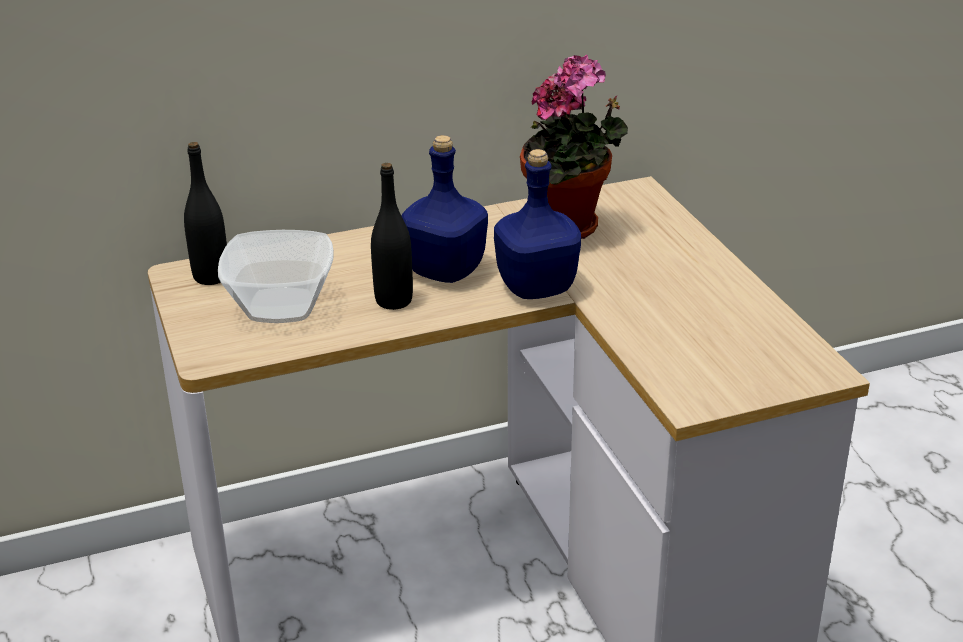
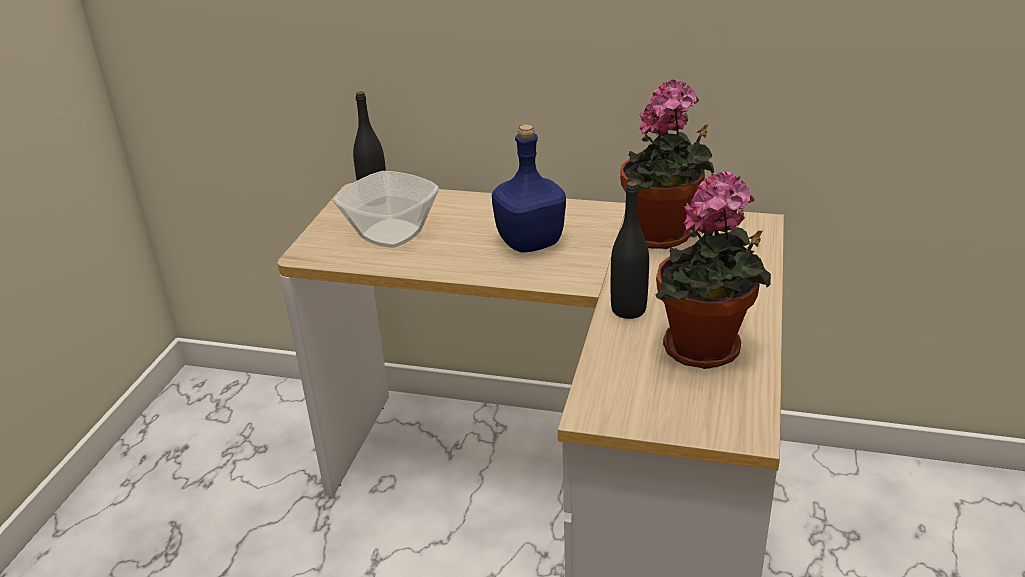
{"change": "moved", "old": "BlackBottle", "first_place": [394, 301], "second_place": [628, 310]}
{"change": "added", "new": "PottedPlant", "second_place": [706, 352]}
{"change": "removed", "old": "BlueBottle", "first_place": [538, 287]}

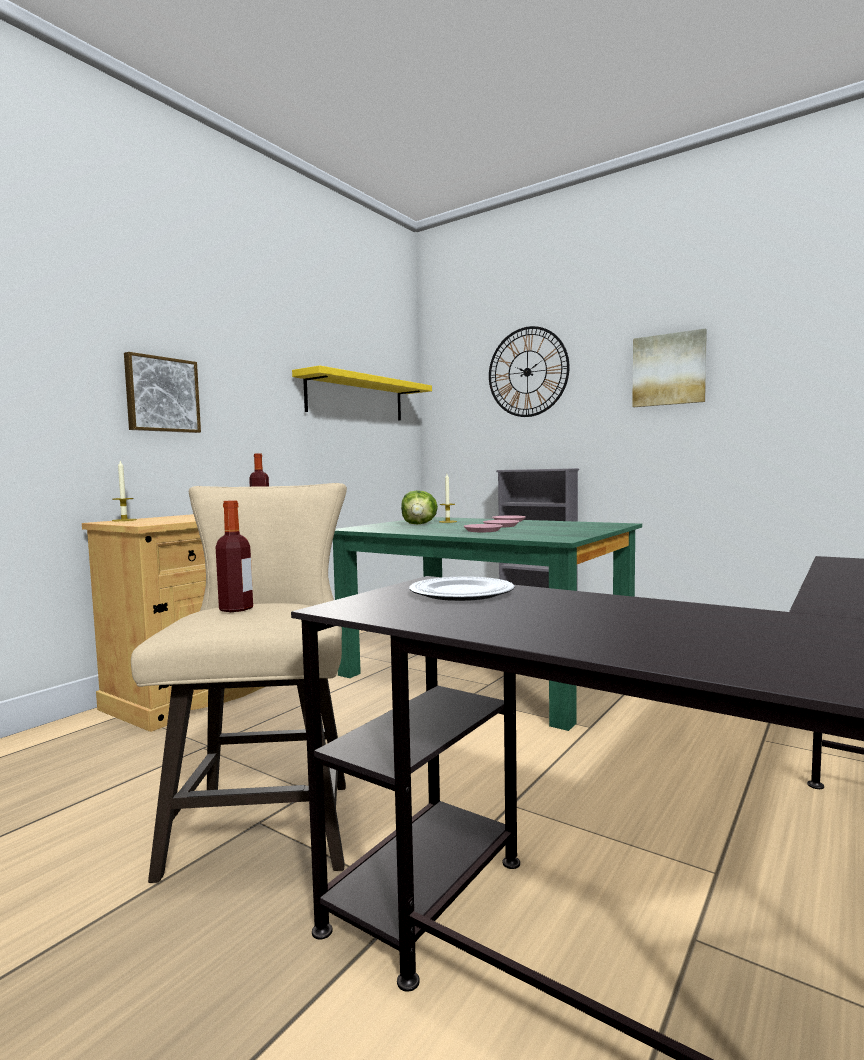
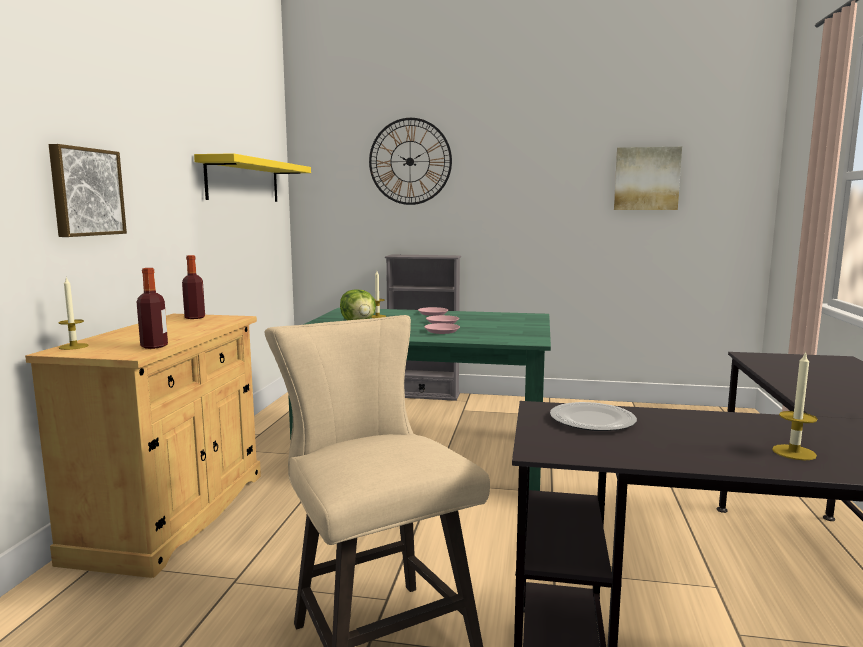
{"change": "moved", "old": "Bottle", "first_place": [236, 609], "second_place": [154, 346]}
{"change": "moved", "old": "Picture", "first_place": [669, 370], "second_place": [646, 179]}
{"change": "added", "new": "Candle", "second_place": [794, 452]}

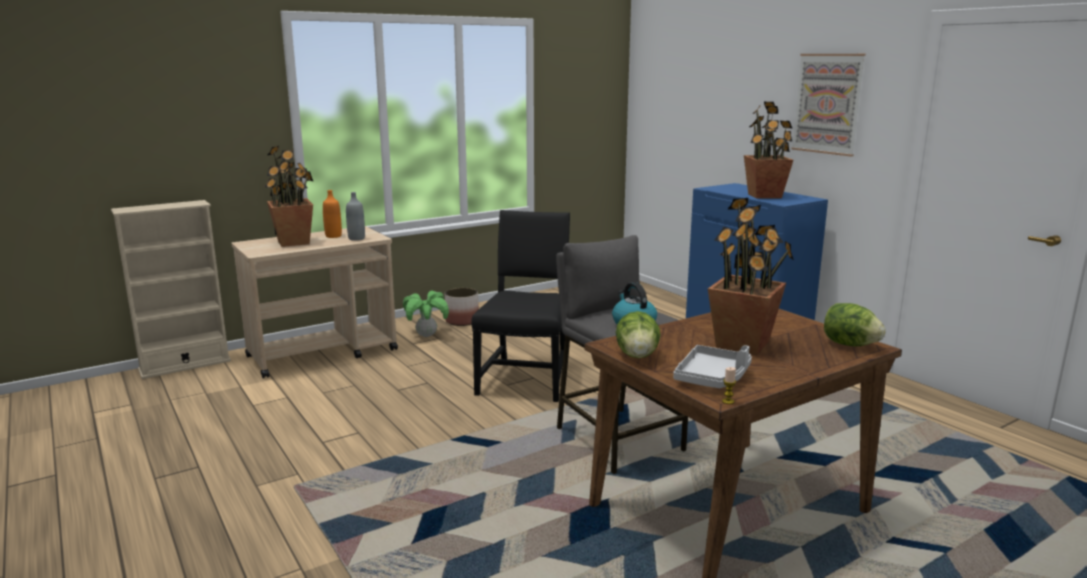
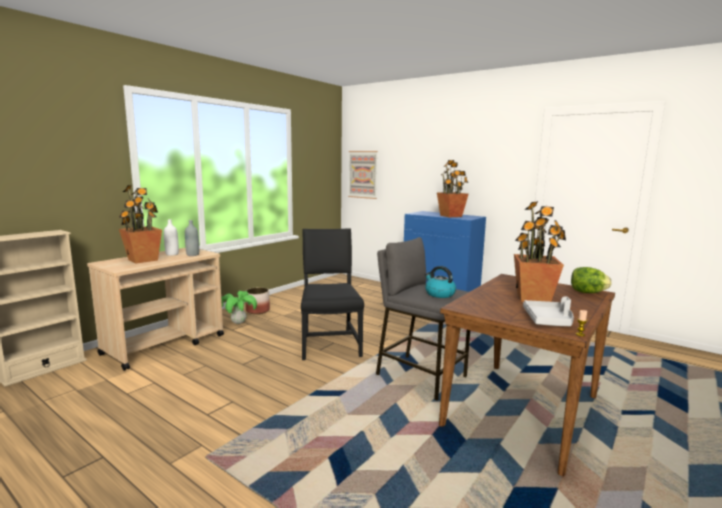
{"change": "recoloured", "old": "OrangeBottle", "new": "WhiteBottle", "first_place": [333, 236], "second_place": [172, 254]}
{"change": "moved", "old": "Picture", "first_place": [827, 104], "second_place": [363, 174]}
{"change": "removed", "old": "Lettuce", "first_place": [637, 356]}

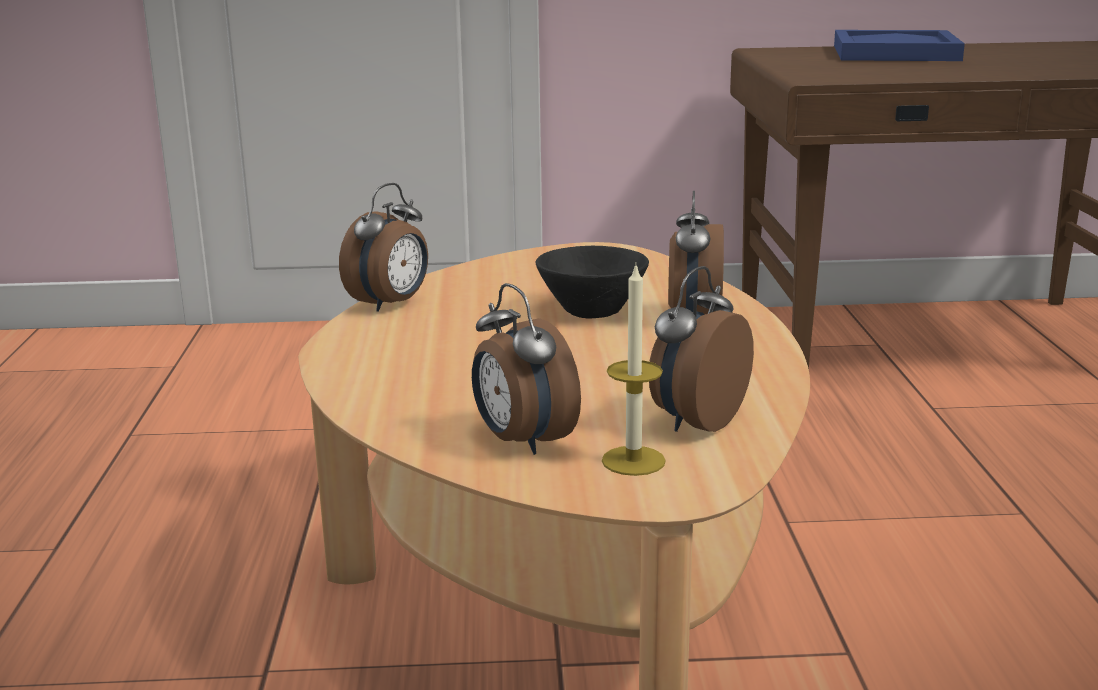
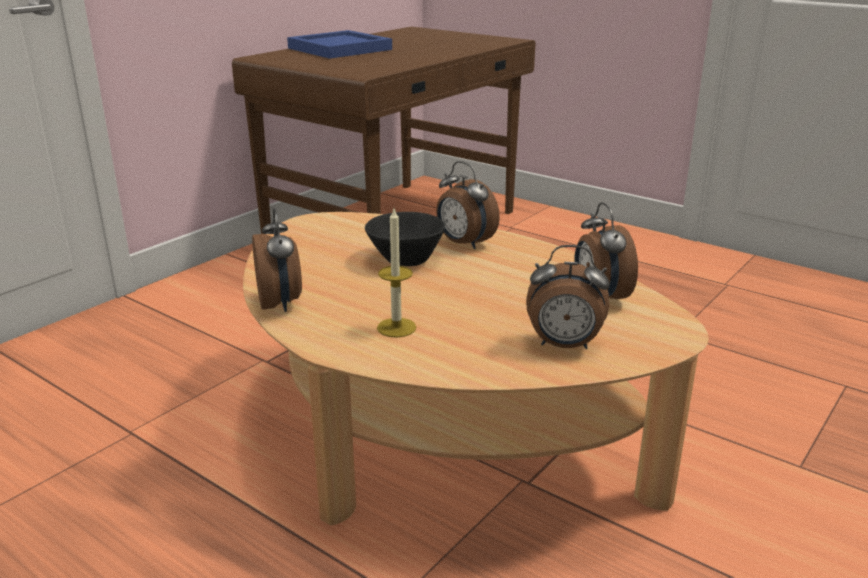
{"change": "moved", "old": "Candle", "first_place": [633, 461], "second_place": [396, 327]}

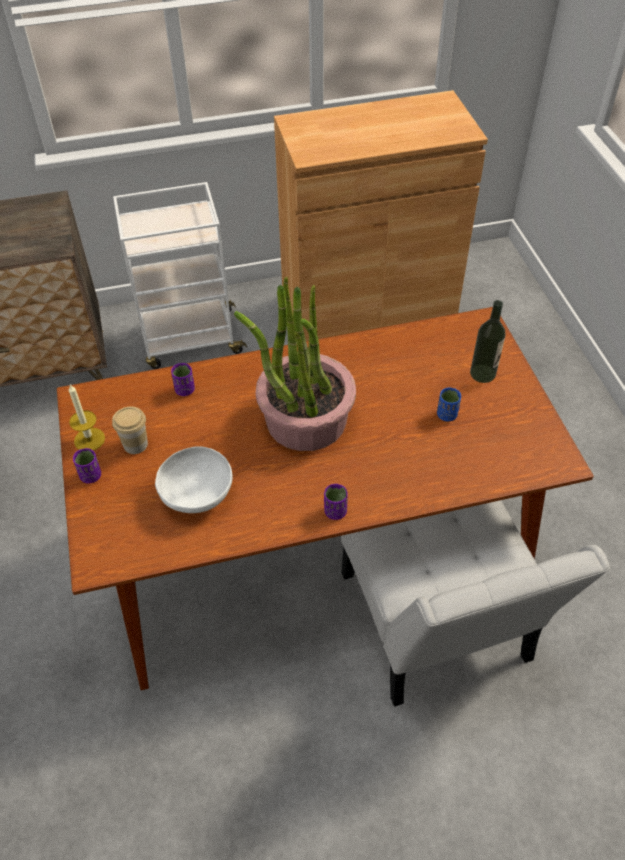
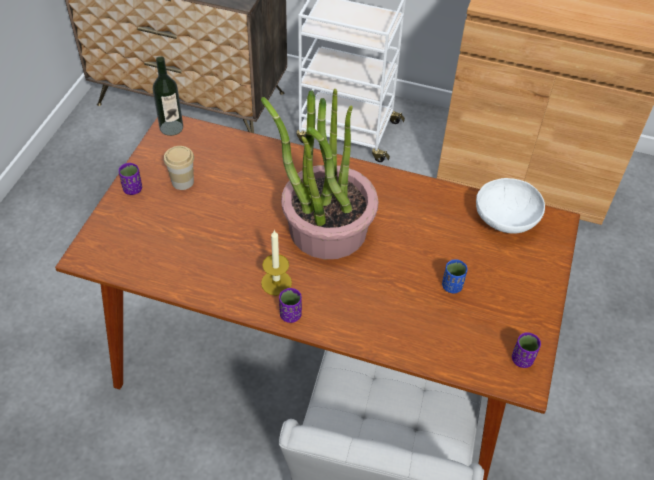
{"change": "moved", "old": "Bottle", "first_place": [482, 373], "second_place": [171, 127]}
{"change": "moved", "old": "Candle", "first_place": [89, 439], "second_place": [276, 283]}
{"change": "moved", "old": "WhiteBowl", "first_place": [197, 495], "second_place": [505, 220]}
{"change": "moved", "old": "PurpleCup", "first_place": [185, 390], "second_place": [522, 359]}

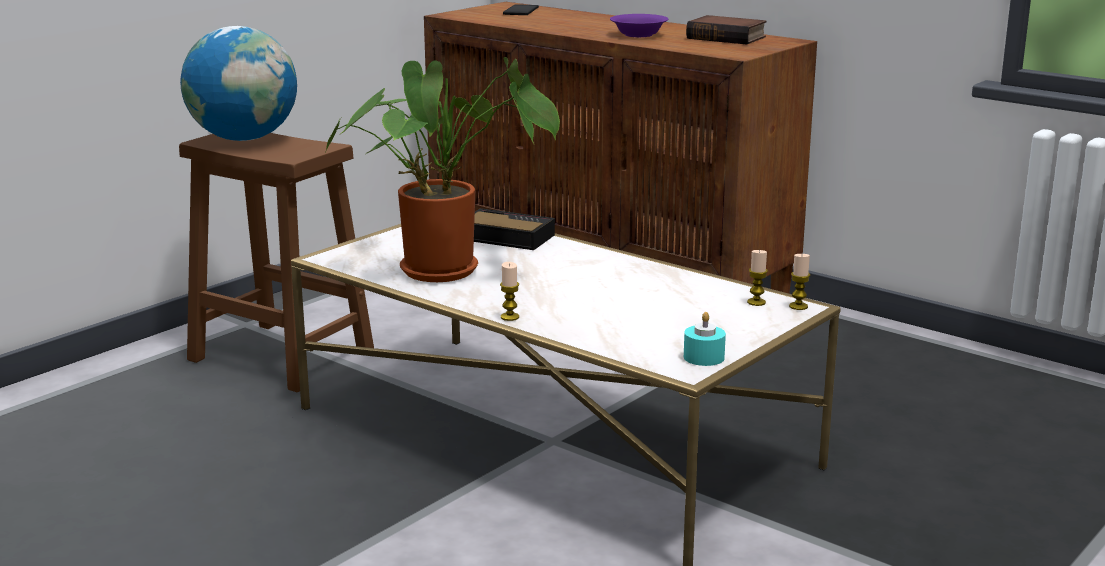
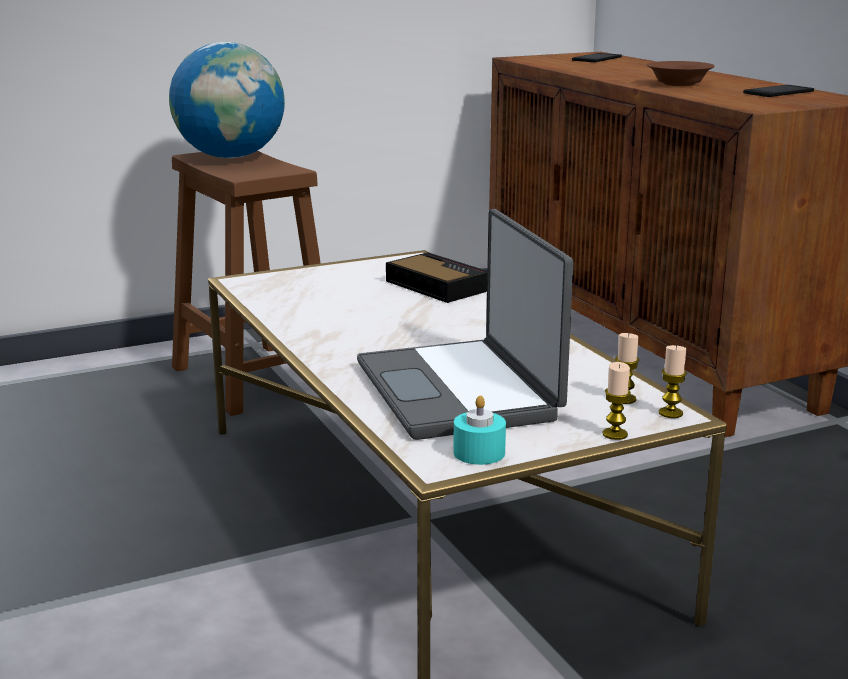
{"change": "added", "new": "Laptop", "second_place": [460, 391]}
{"change": "moved", "old": "Candle", "first_place": [510, 317], "second_place": [615, 434]}
{"change": "recoloured", "old": "PurpleBowl", "new": "BrownBowl", "first_place": [639, 35], "second_place": [679, 84]}
{"change": "replaced", "old": "Book", "new": "Phone", "first_place": [728, 37], "second_place": [778, 92]}
{"change": "removed", "old": "PottedPlant", "first_place": [448, 269]}

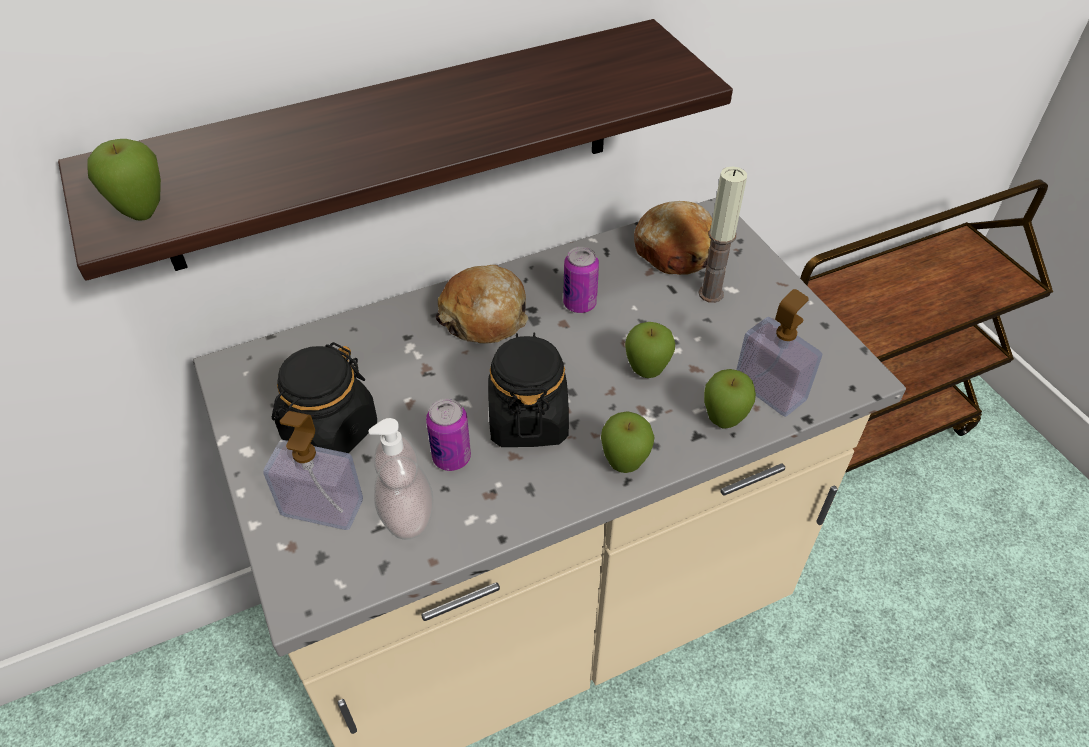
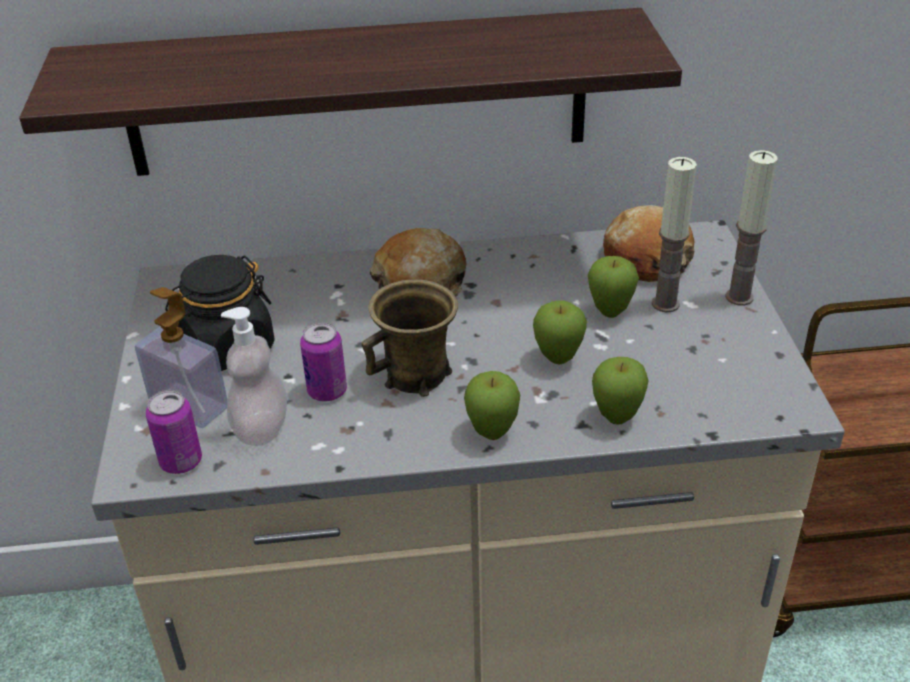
{"change": "moved", "old": "Can", "first_place": [579, 304], "second_place": [181, 462]}
{"change": "replaced", "old": "BlackJar", "new": "BrownMug", "first_place": [528, 419], "second_place": [417, 375]}
{"change": "moved", "old": "Apple", "first_place": [142, 214], "second_place": [610, 313]}
{"change": "added", "new": "Candle", "second_place": [739, 297]}
{"change": "removed", "old": "SoapDispenser", "first_place": [770, 390]}

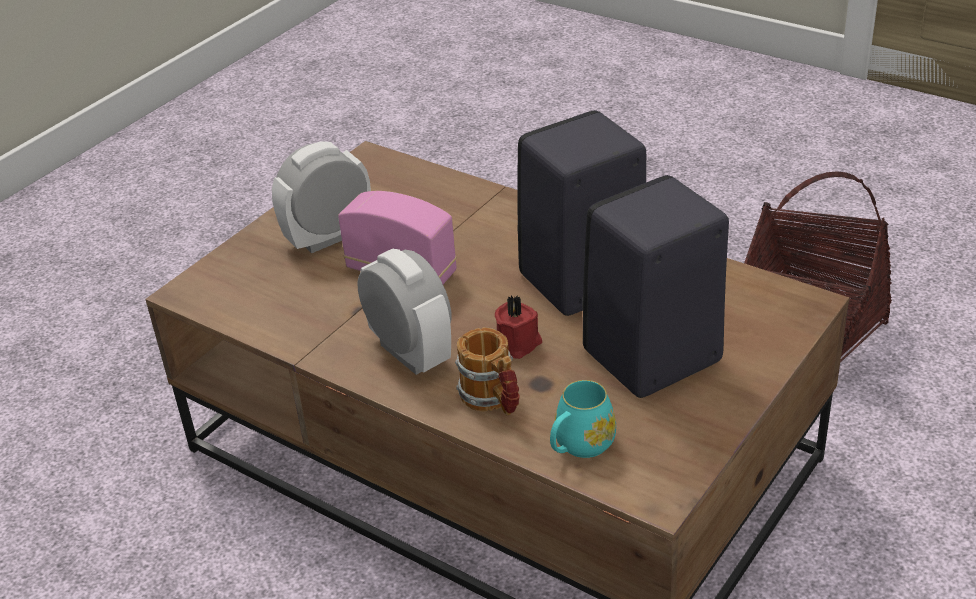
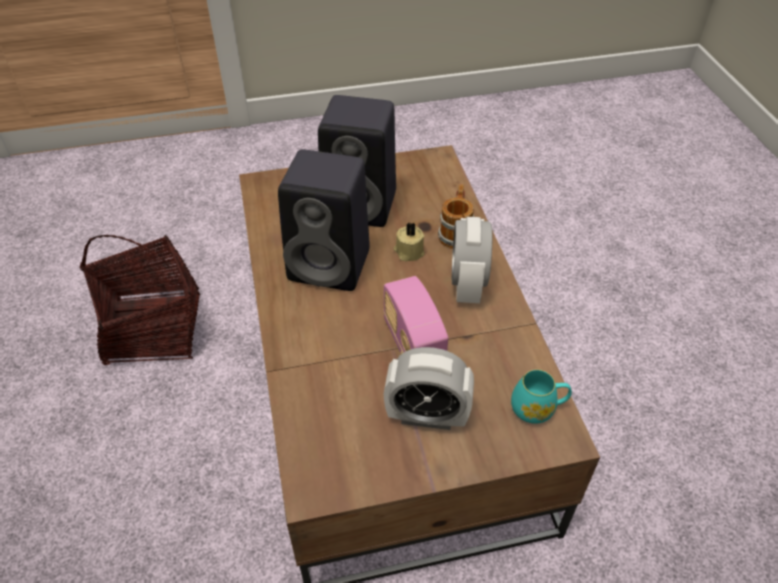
{"change": "recoloured", "old": "RedCandle", "new": "BeigeCandle", "first_place": [519, 344], "second_place": [408, 252]}
{"change": "moved", "old": "TurquoiseMug", "first_place": [579, 446], "second_place": [538, 408]}

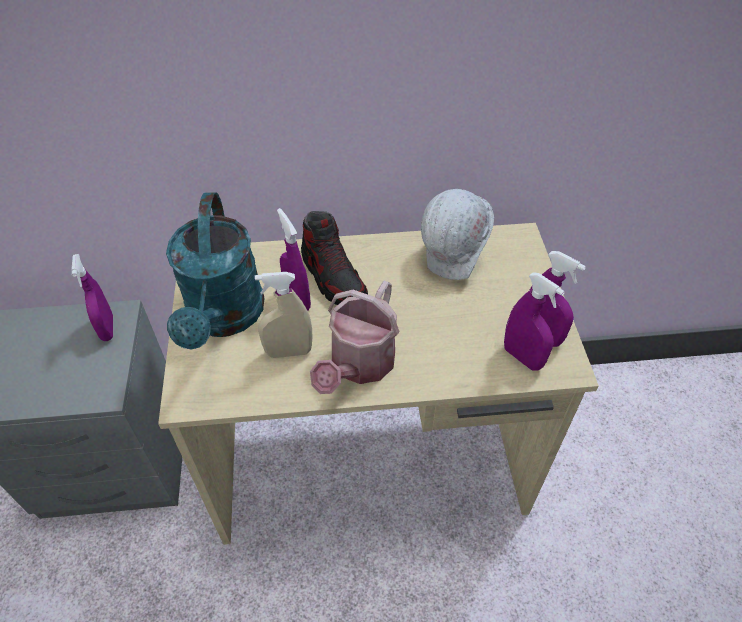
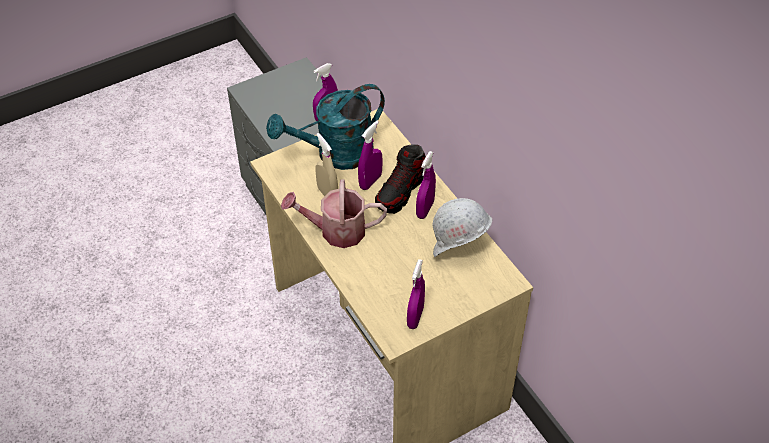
{"change": "moved", "old": "PurpleSprayBottle", "first_place": [522, 357], "second_place": [425, 209]}

